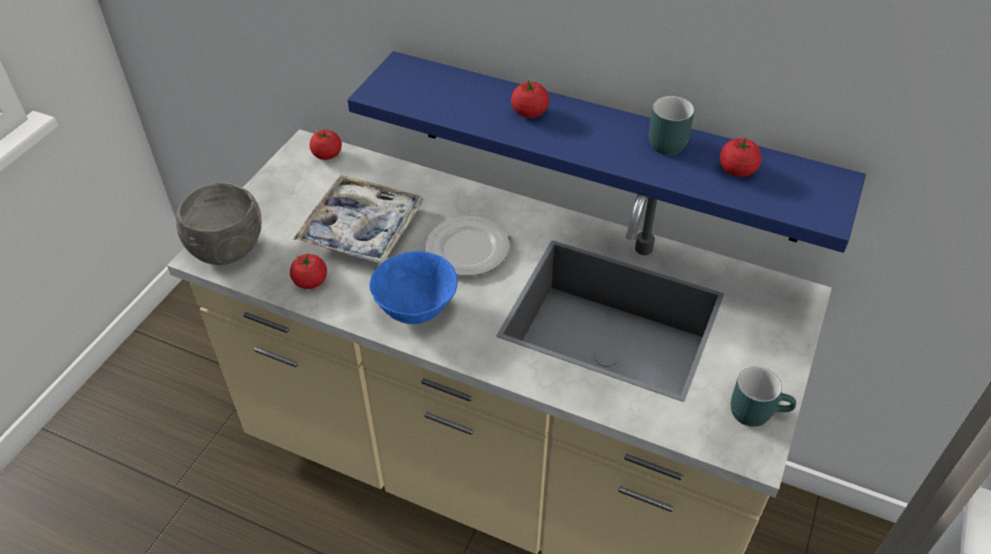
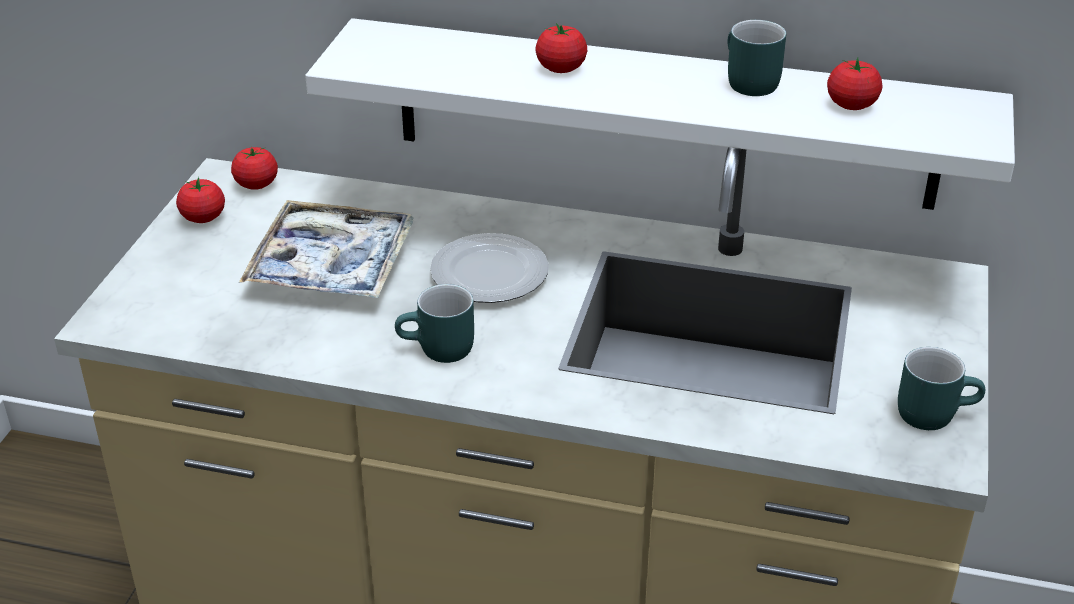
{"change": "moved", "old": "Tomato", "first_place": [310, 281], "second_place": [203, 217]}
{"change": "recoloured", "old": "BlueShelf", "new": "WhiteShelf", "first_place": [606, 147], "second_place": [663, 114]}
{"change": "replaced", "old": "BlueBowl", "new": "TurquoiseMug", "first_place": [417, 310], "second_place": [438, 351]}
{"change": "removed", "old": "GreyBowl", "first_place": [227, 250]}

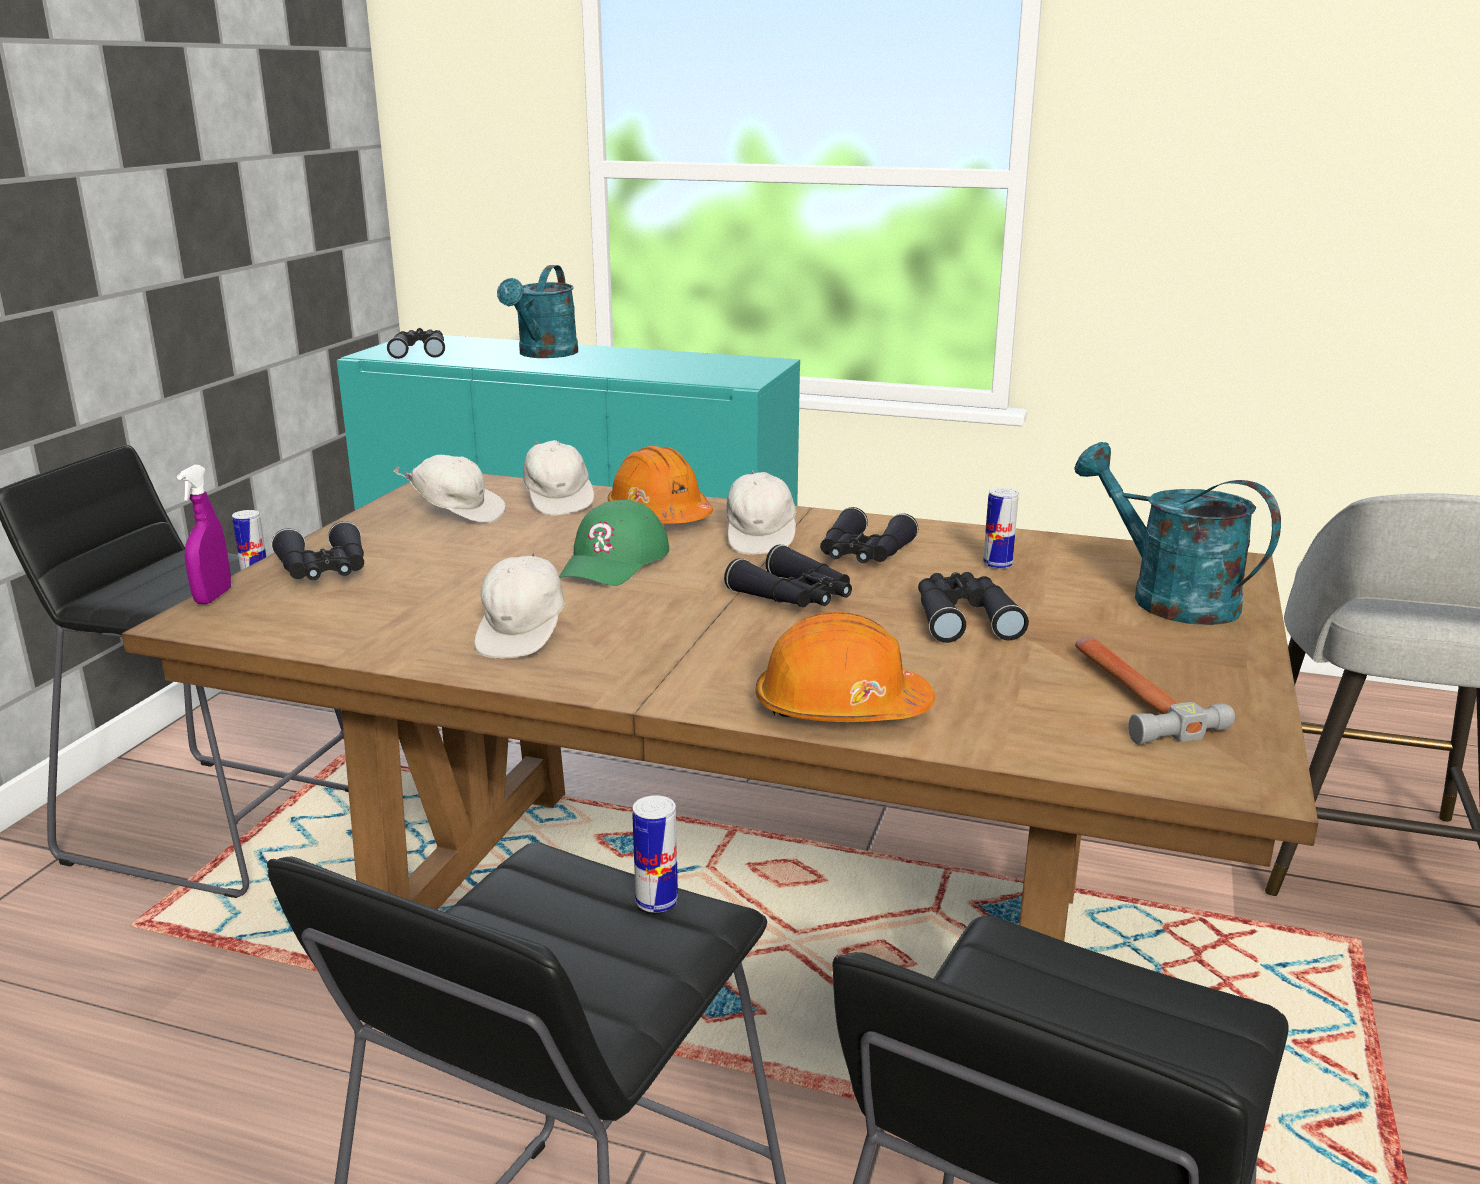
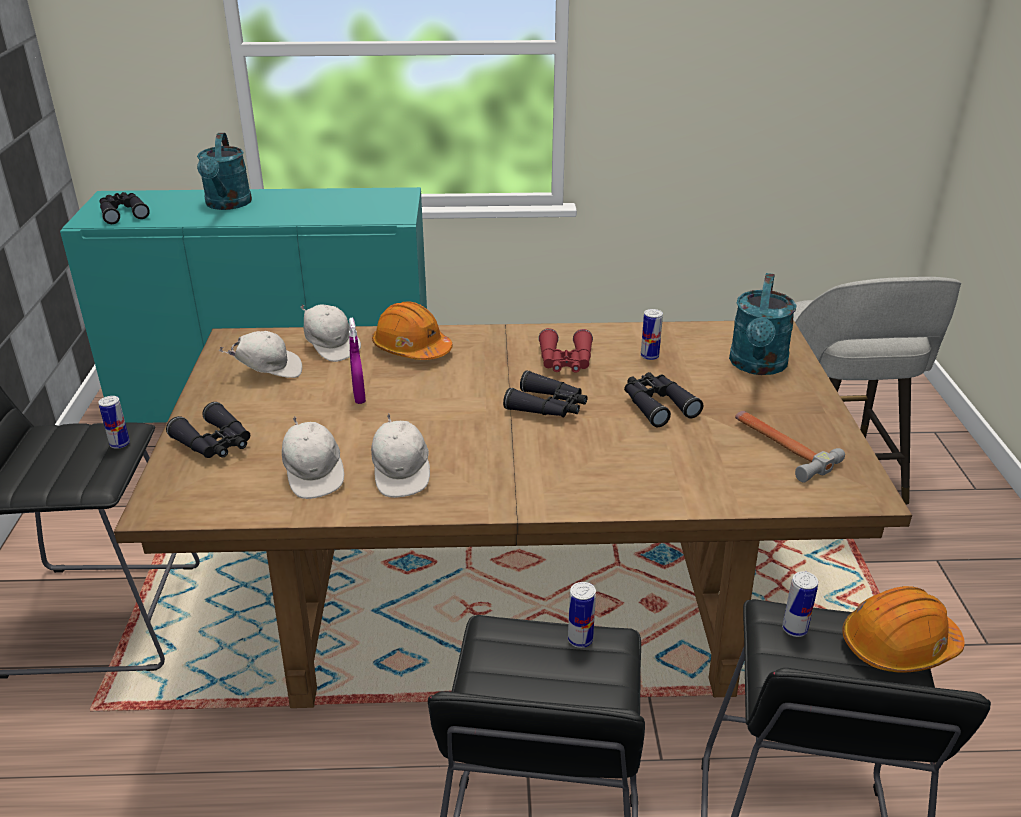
{"change": "moved", "old": "WhiteCap", "first_place": [761, 538], "second_place": [314, 475]}
{"change": "moved", "old": "PurpleSprayBottle", "first_place": [213, 597], "second_place": [359, 397]}
{"change": "recoloured", "old": "BlackBinoculars", "new": "RedBinoculars", "first_place": [863, 554], "second_place": [565, 361]}
{"change": "turned", "old": "TurquoiseWateringCan", "first_place": [1167, 597], "second_place": [757, 366], "degrees": -105}
{"change": "added", "new": "Can", "second_place": [794, 629]}
{"change": "moved", "old": "OrangeHardHat", "first_place": [840, 709], "second_place": [898, 646]}
{"change": "removed", "old": "GreenCap", "first_place": [615, 561]}

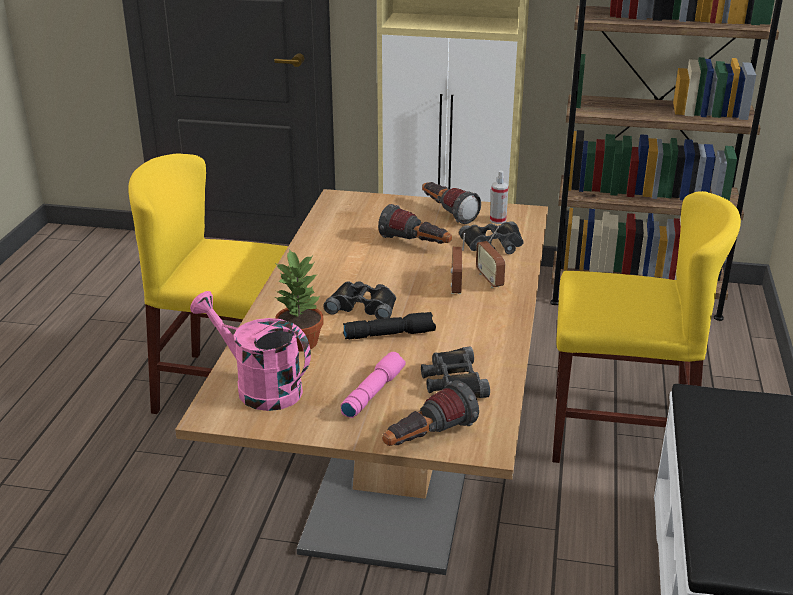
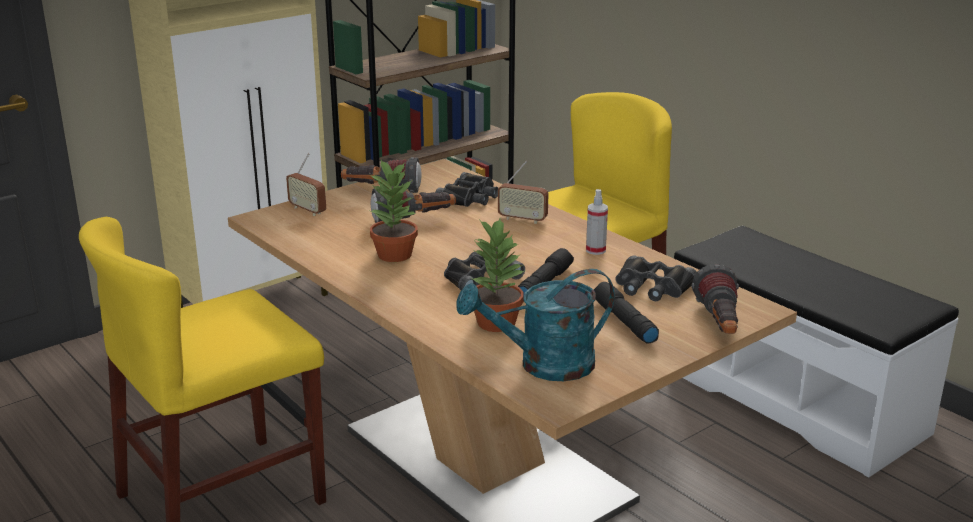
{"change": "moved", "old": "Radio", "first_place": [456, 286], "second_place": [308, 210]}
{"change": "added", "new": "PottedPlant", "second_place": [395, 254]}
{"change": "recoloured", "old": "PinkWateringCan", "new": "TurquoiseWateringCan", "first_place": [259, 387], "second_place": [543, 365]}
{"change": "moved", "old": "SprayBottle", "first_place": [498, 220], "second_place": [595, 250]}
{"change": "recoloured", "old": "PinkFlashlight", "new": "BlackFlashlight", "first_place": [372, 392], "second_place": [623, 322]}

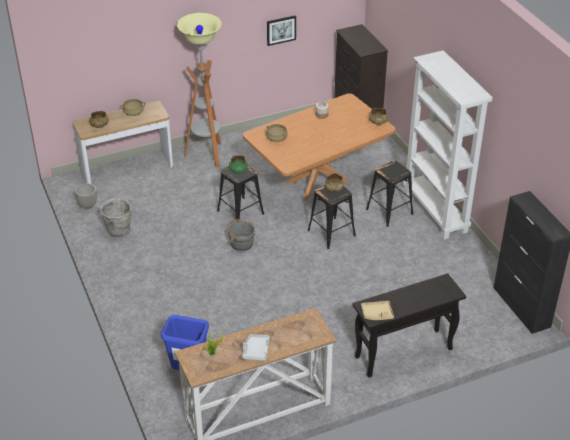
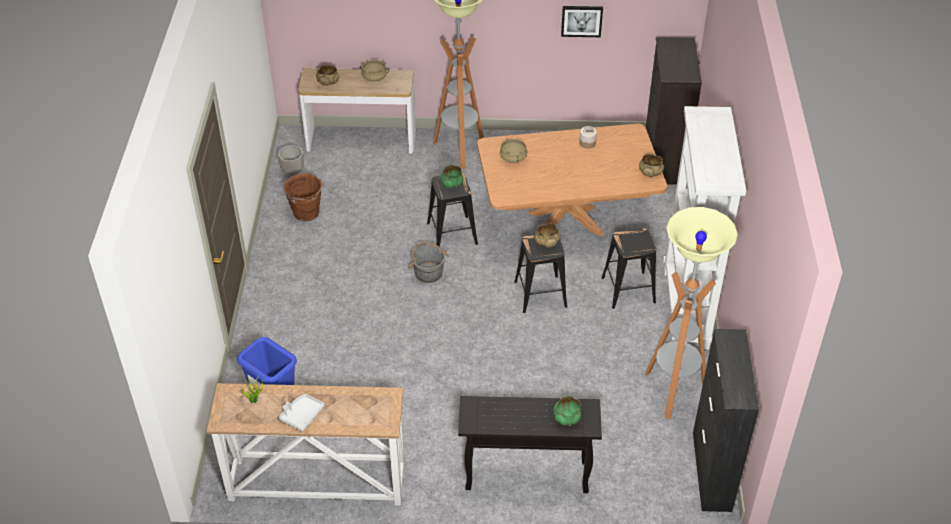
{"change": "recoloured", "old": "GreyBucket", "new": "BrownBucket", "first_place": [119, 231], "second_place": [306, 213]}
{"change": "added", "new": "GreenBowl", "second_place": [567, 417]}
{"change": "added", "new": "FloorLamp", "second_place": [673, 392]}
{"change": "removed", "old": "BeigeTray", "first_place": [377, 314]}

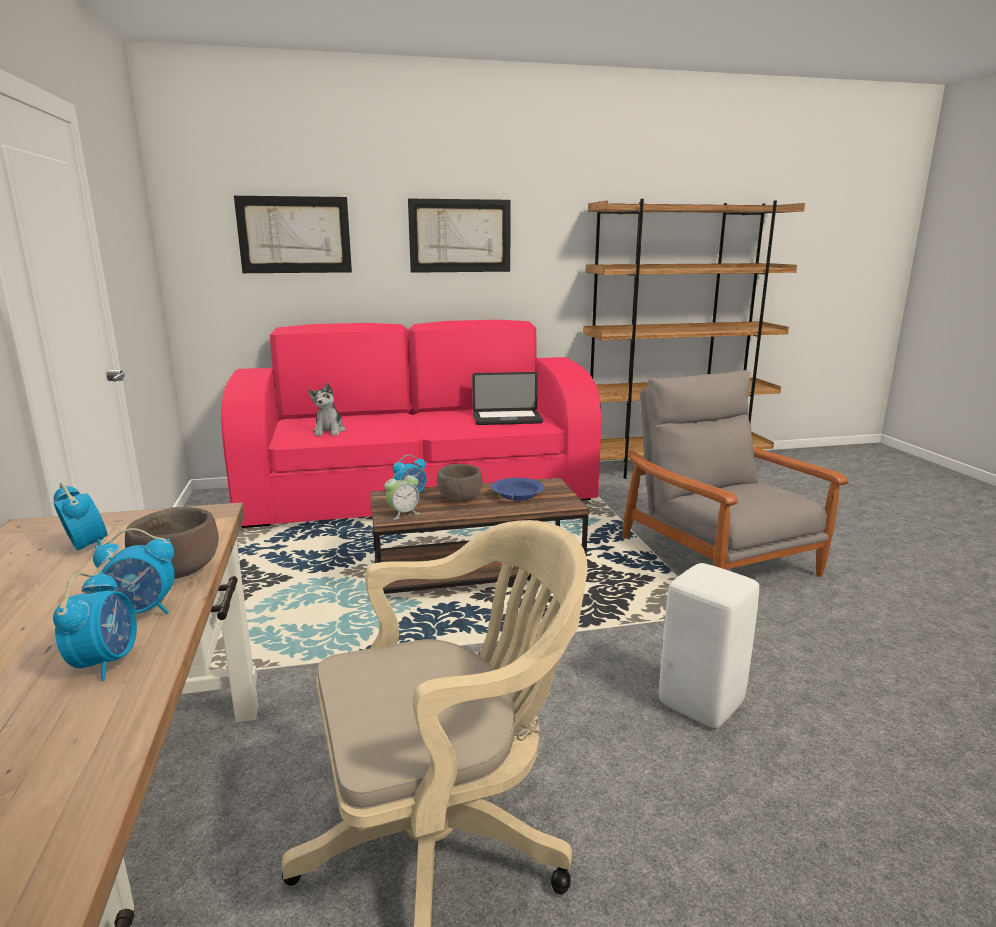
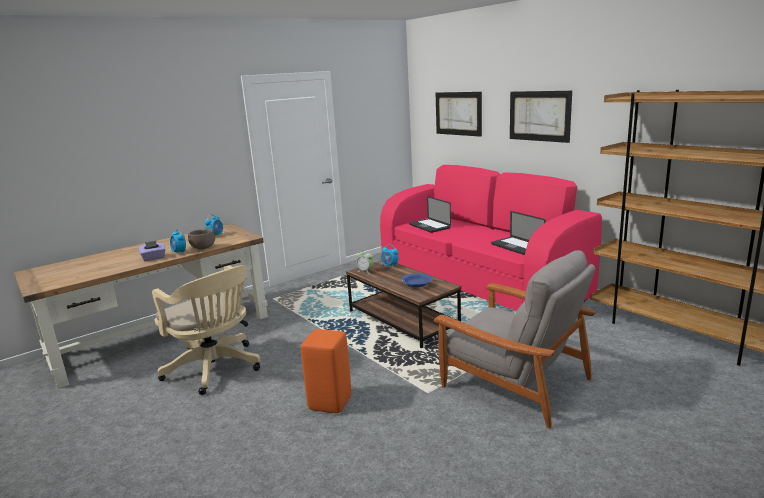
{"change": "replaced", "old": "AlarmClock", "new": "PurpleTissueBox", "first_place": [106, 662], "second_place": [153, 258]}
{"change": "recoloured", "old": "WhiteStool", "new": "OrangeStool", "first_place": [699, 703], "second_place": [330, 403]}
{"change": "replaced", "old": "PlushToy", "new": "Laptop", "first_place": [329, 431], "second_place": [429, 226]}
{"change": "turned", "old": "GreyArmchair", "first_place": [718, 557], "second_place": [514, 382], "degrees": 90}
{"change": "removed", "old": "BrownBowl", "first_place": [459, 499]}

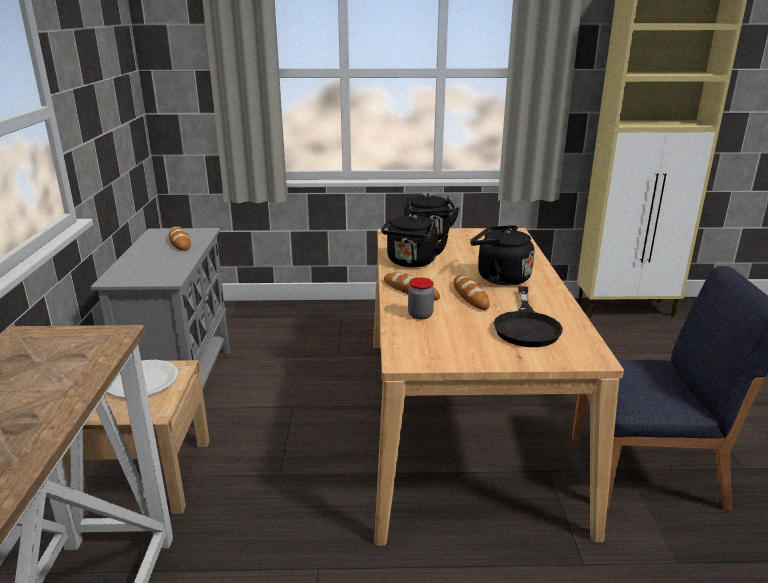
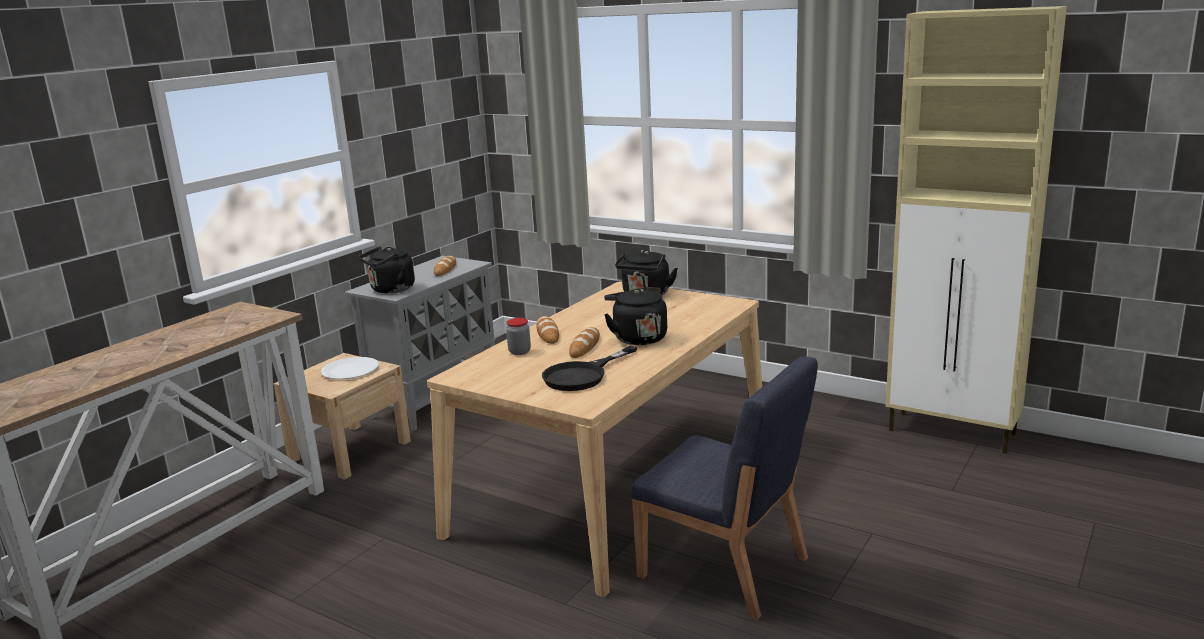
{"change": "moved", "old": "BlackKettle", "first_place": [411, 263], "second_place": [390, 290]}

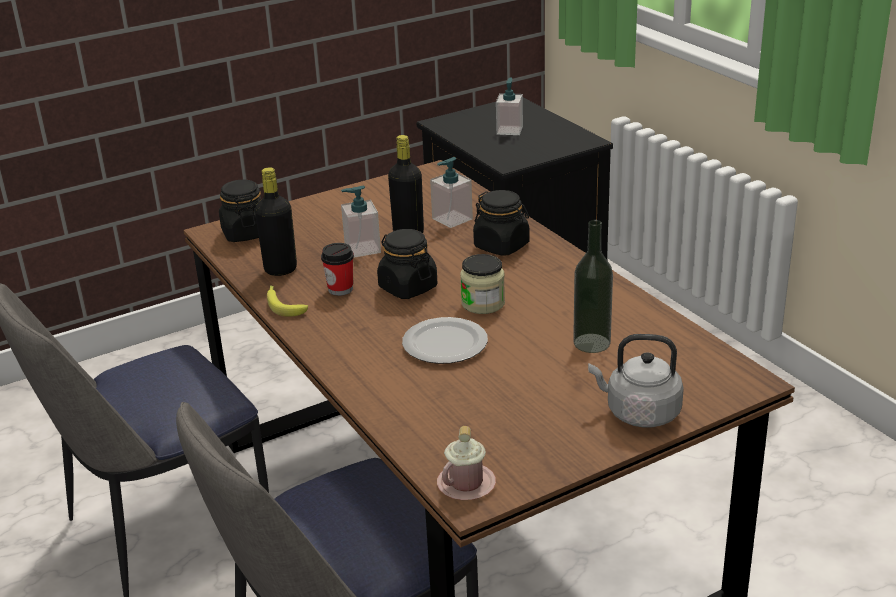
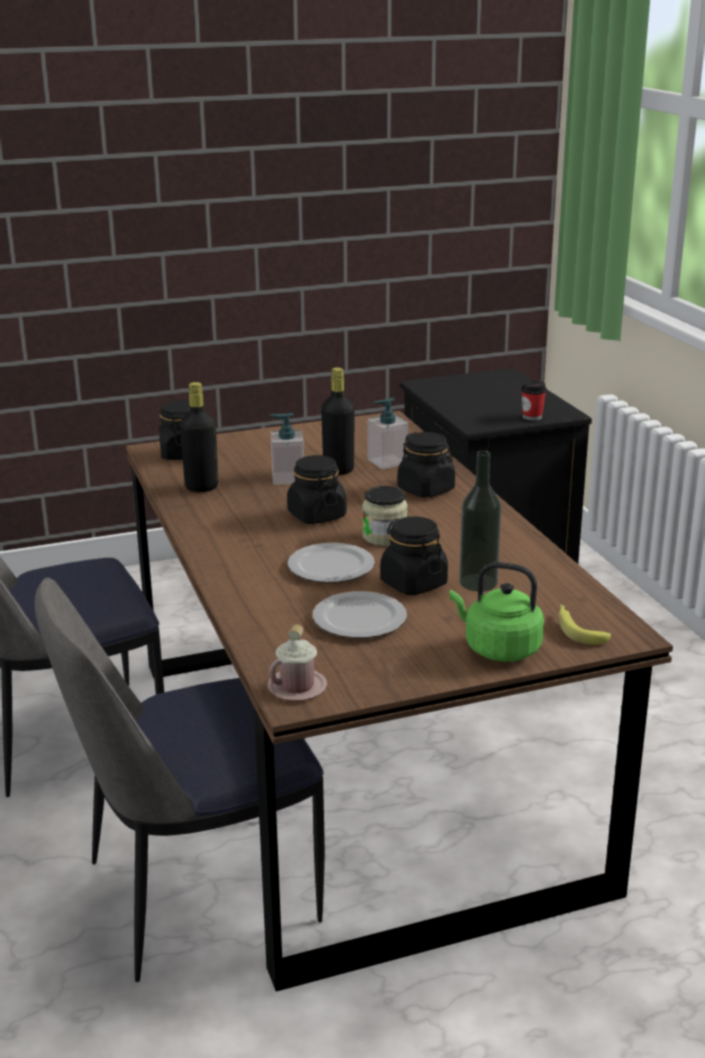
{"change": "added", "new": "Plate", "second_place": [361, 619]}
{"change": "added", "new": "BlackJar", "second_place": [413, 583]}
{"change": "recoloured", "old": "GreyKettle", "new": "GreenKettle", "first_place": [639, 413], "second_place": [498, 648]}
{"change": "moved", "old": "Cup", "first_place": [340, 289], "second_place": [532, 417]}
{"change": "moved", "old": "Banana", "first_place": [283, 305], "second_place": [578, 629]}
{"change": "removed", "old": "SoapDispenser", "first_place": [509, 130]}

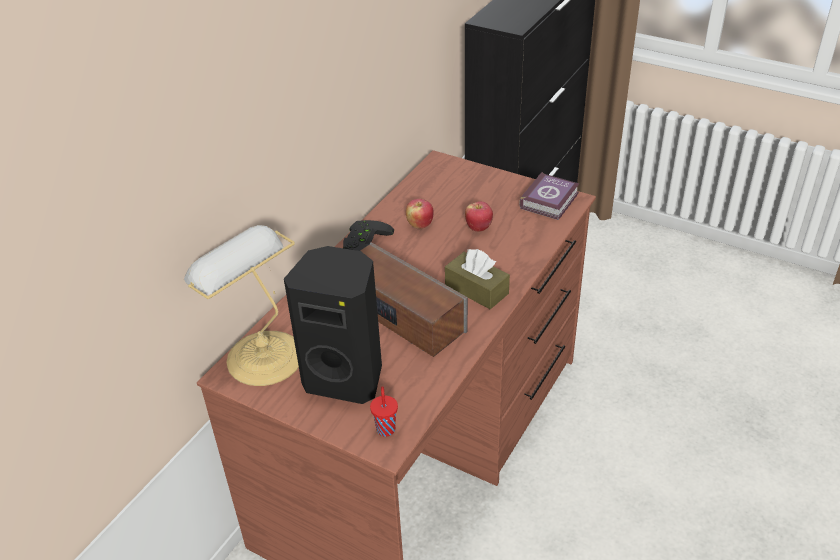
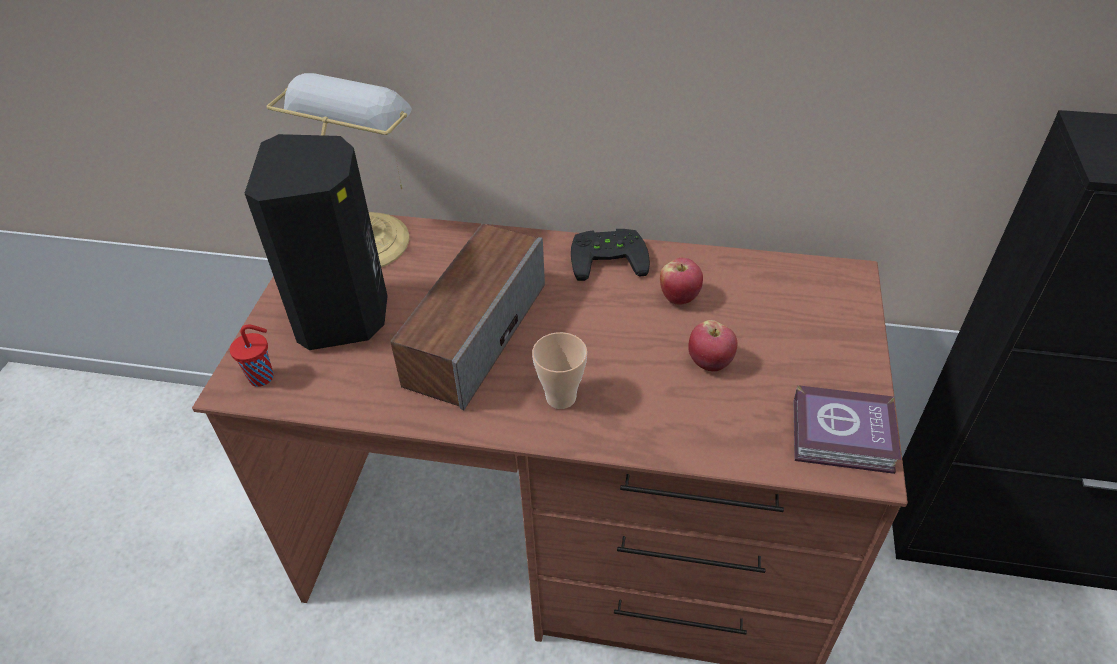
{"change": "replaced", "old": "BrownTissueBox", "new": "Cup", "first_place": [476, 289], "second_place": [561, 397]}

